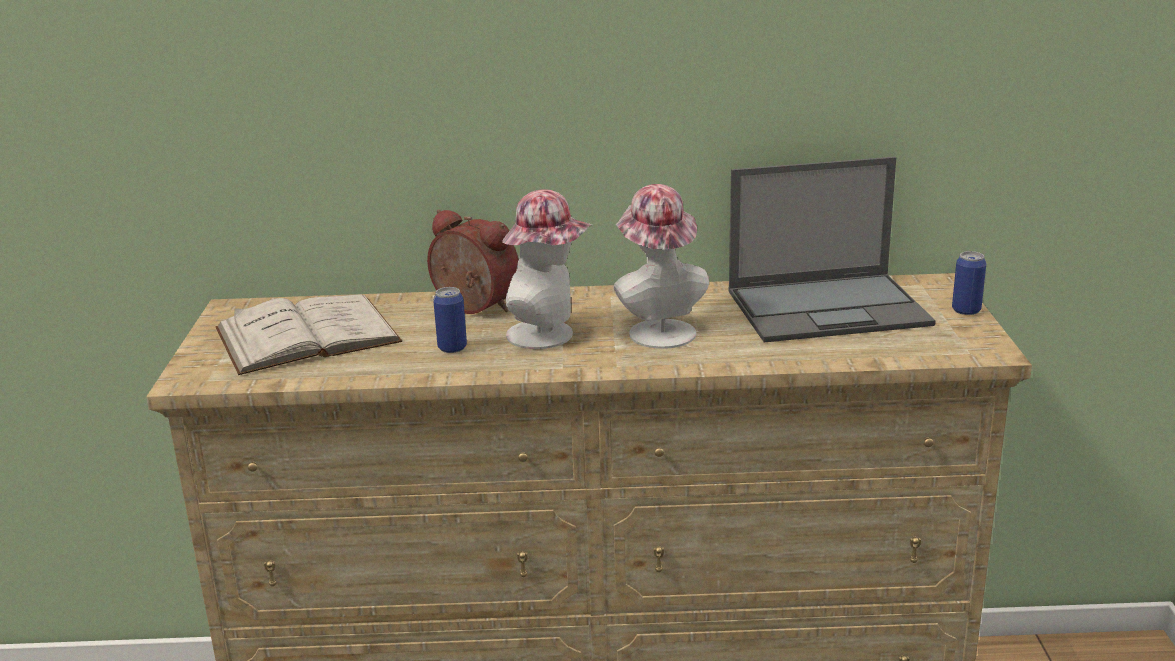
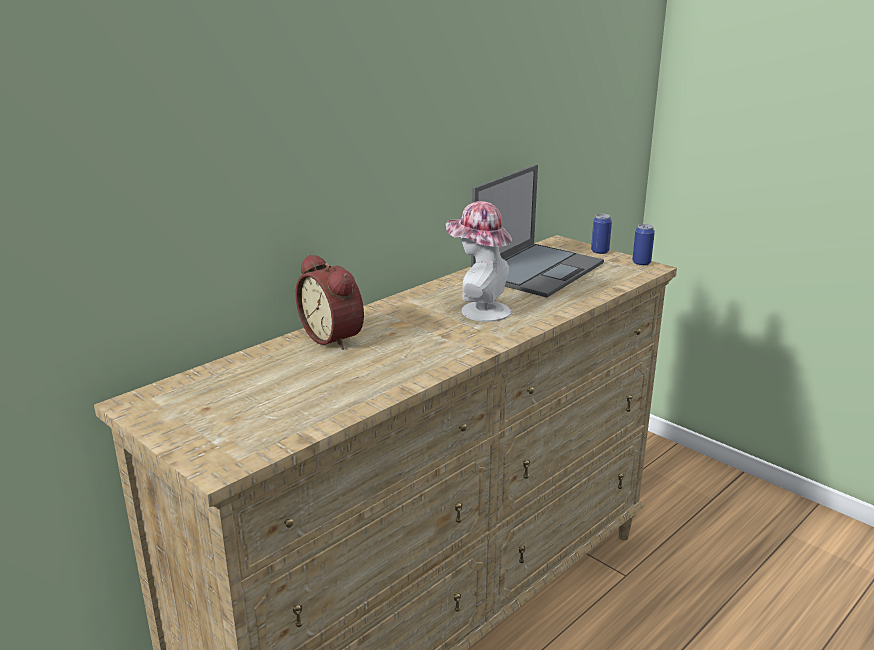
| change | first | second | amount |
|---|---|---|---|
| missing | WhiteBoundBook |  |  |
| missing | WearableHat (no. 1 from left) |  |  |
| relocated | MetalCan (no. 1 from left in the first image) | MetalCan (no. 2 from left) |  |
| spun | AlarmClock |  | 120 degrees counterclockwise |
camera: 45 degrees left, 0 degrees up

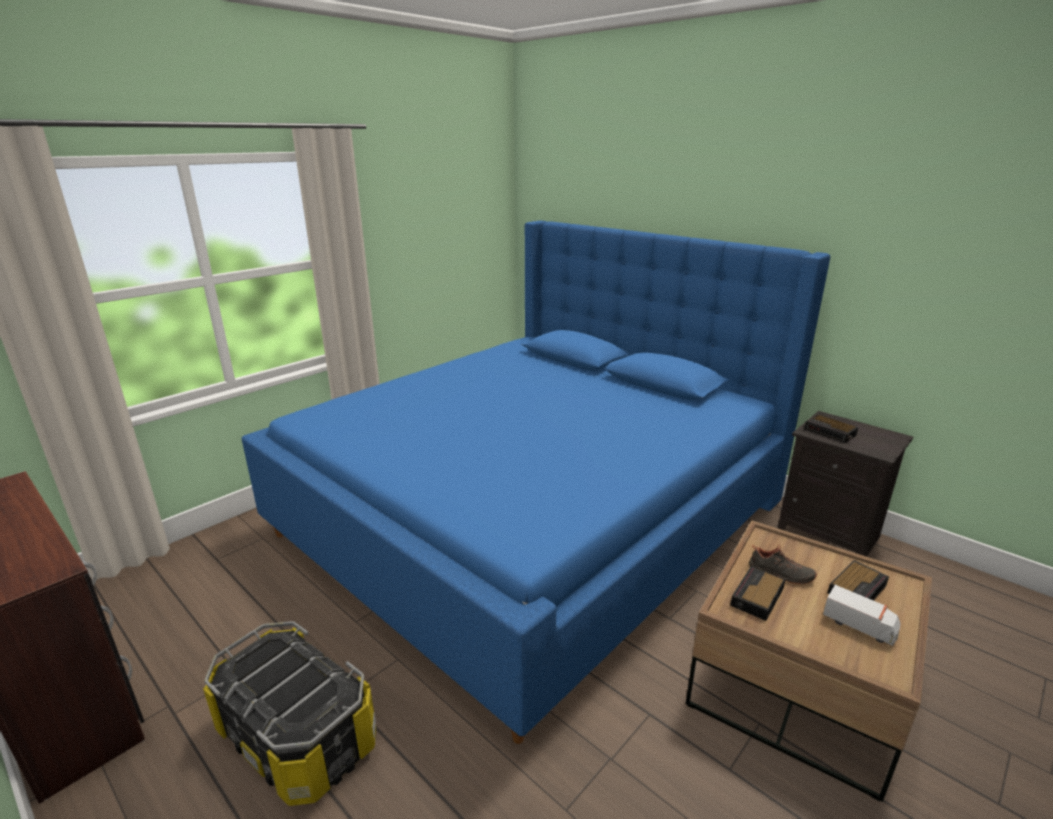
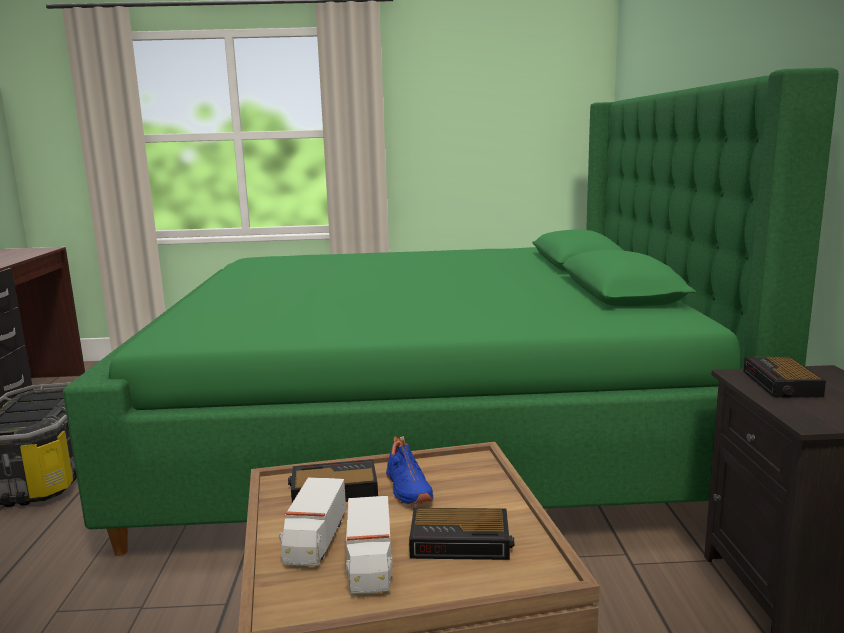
| change | first | second | amount |
|---|---|---|---|
| appeared |  | ModelTruck (no. 1 from left) |  |
| colour | BlueColouredSleepingBed | GreenSleepingBed |  |
| colour | BlackColouredShoe | BlueColouredShoe |  |
camera: 45 degrees right, 10 degrees down

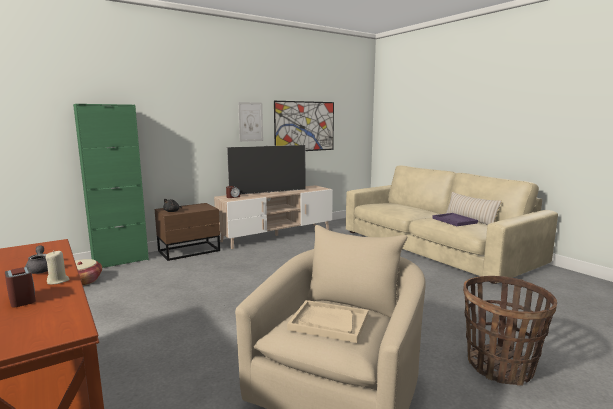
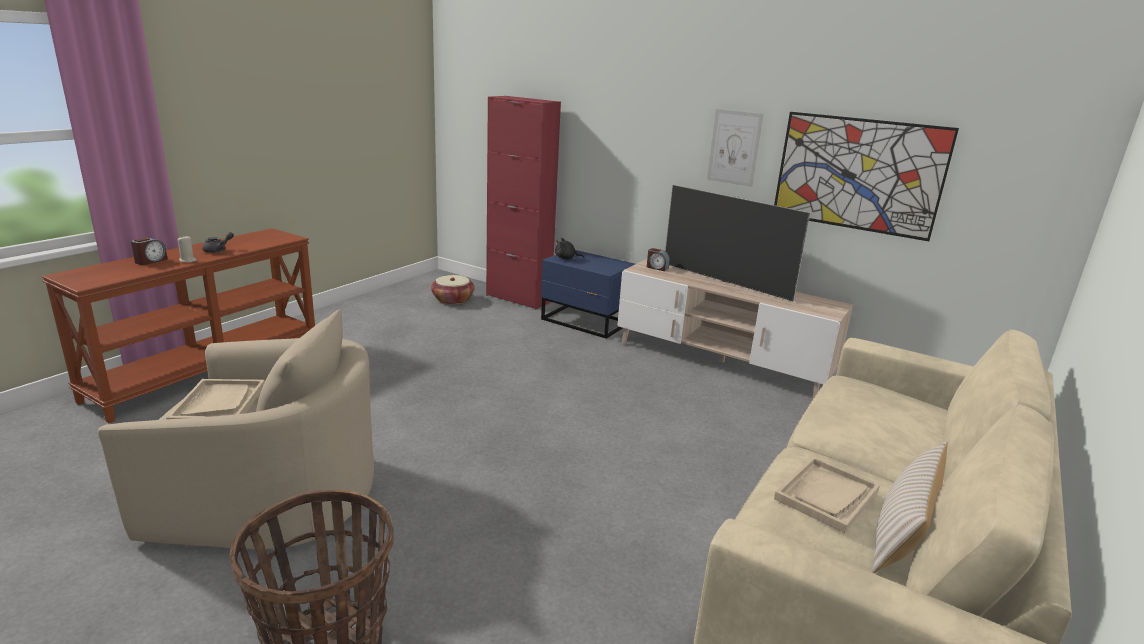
| change | first | second | amount |
|---|---|---|---|
| colour | GreenCabinet | RedColouredCabinet |  |
| colour | BrownColouredNightstand | BlueColouredNightstand |  |
| colour | PurplishTray | BeigeTray (no. 2 from left) |  |
camera: 65 degrees right, 10 degrees up

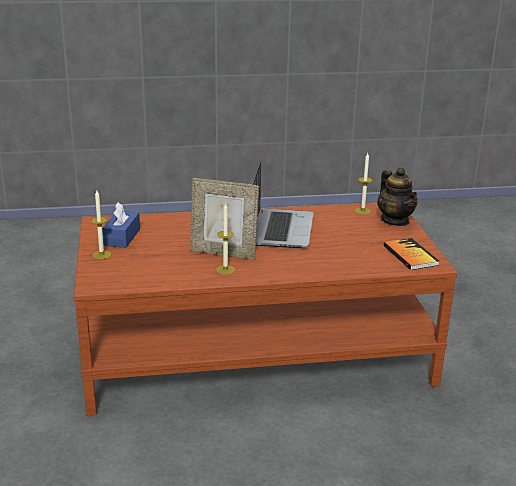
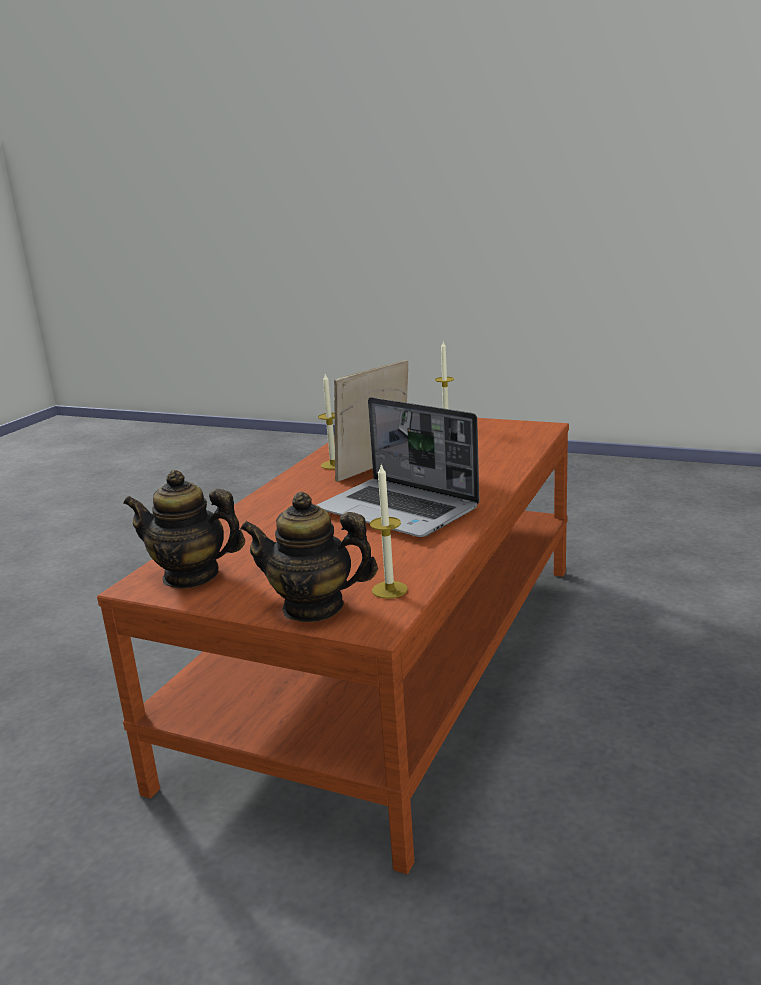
| change | first | second | amount |
|---|---|---|---|
| missing | BlueColouredTissueHolder |  |  |
| exchanged | BoundBook | PotForTea (no. 1 from left) |  |
camera: 125 degrees right, 5 degrees down

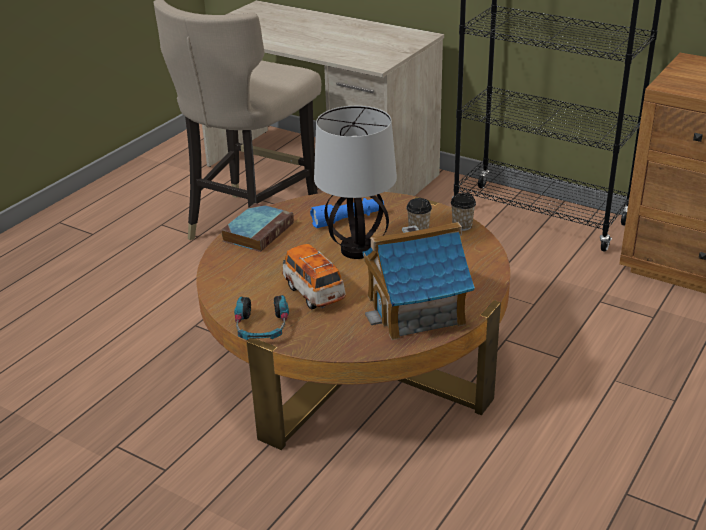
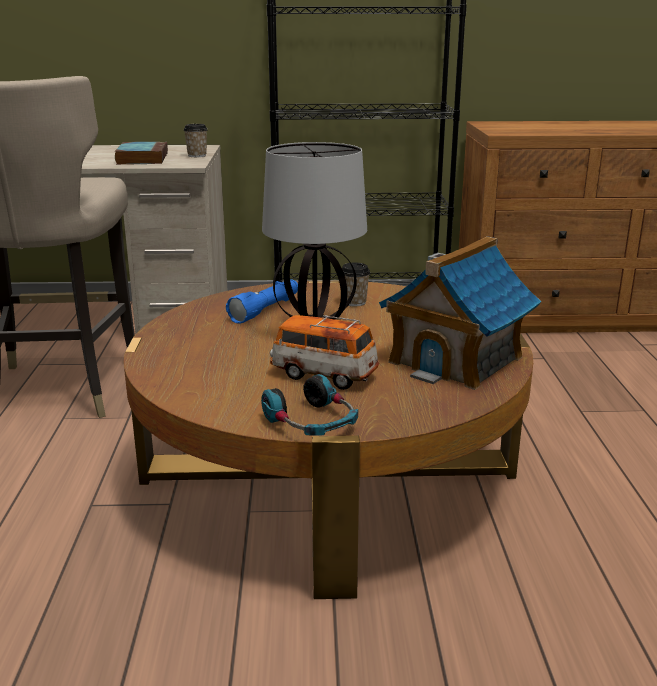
| change | first | second | amount |
|---|---|---|---|
| relocated | BoundBook |  |  |
| relocated | SmallCup (no. 2 from left in the first image) | SmallCup (no. 1 from left) |  |
camera: 35 degrees left, 10 degrees down

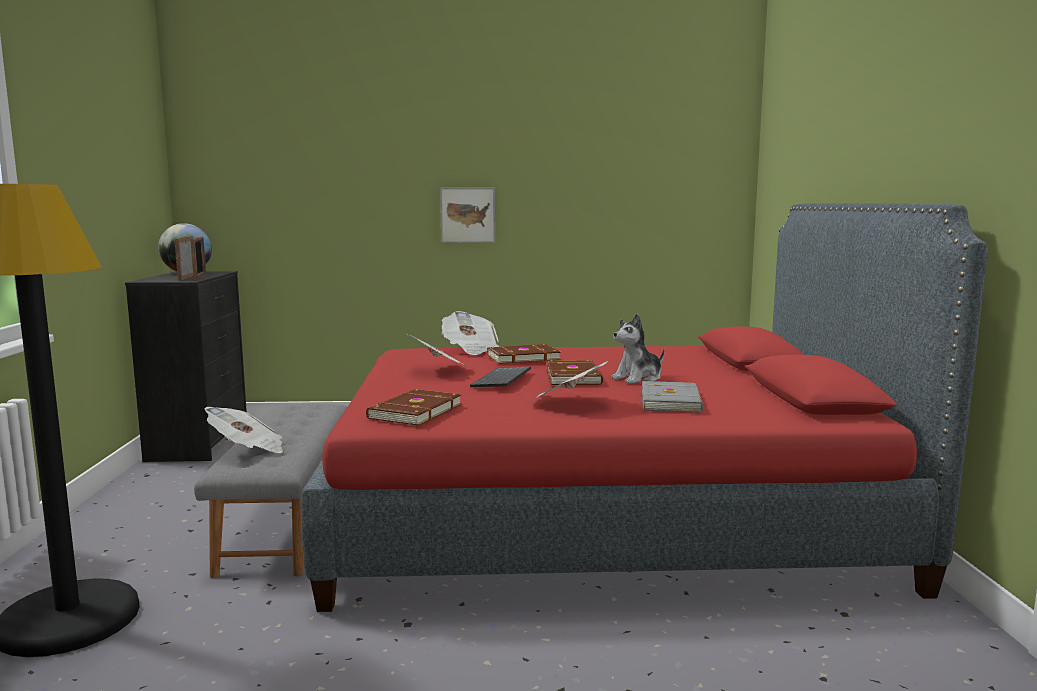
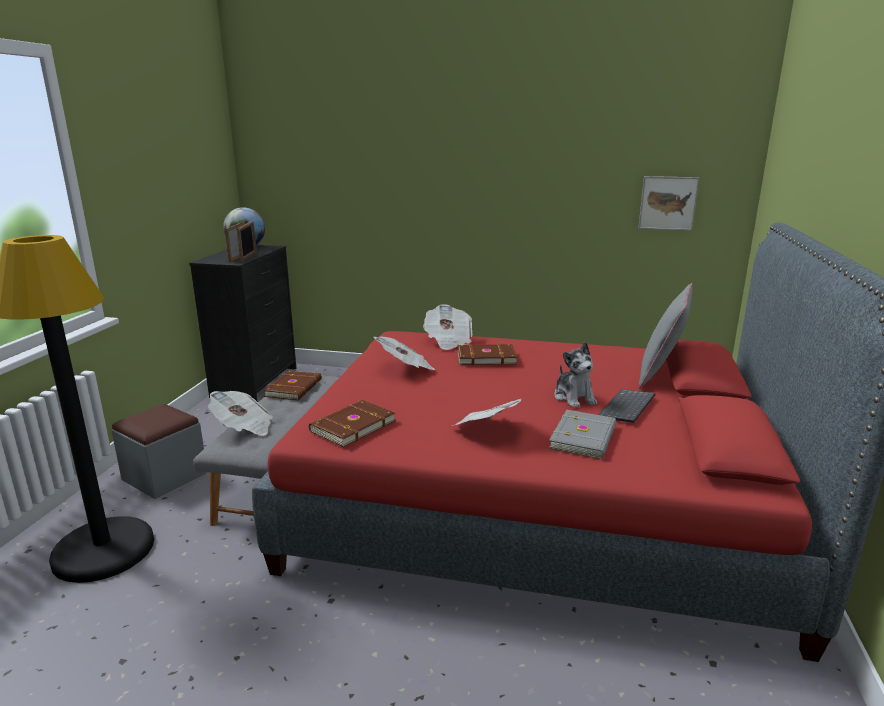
| change | first | second | amount |
|---|---|---|---|
| appeared |  | GreyFootrest |  |
| appeared |  | GreyPillow |  |
| relocated | Picture |  |  |
| relocated | ComputerKeyboard |  |  |
| relocated | BrownColouredBoundBook (no. 3 from left in the first image) | BrownColouredBoundBook (no. 1 from left) |  |
| spun | PlushToy |  | 90 degrees counterclockwise |
camera: 15 degrees right, 10 degrees up

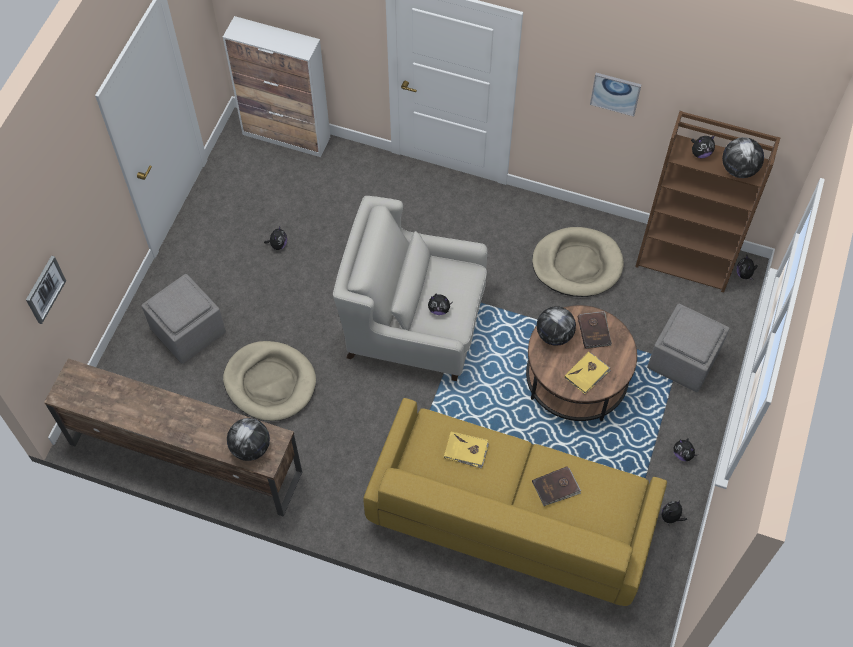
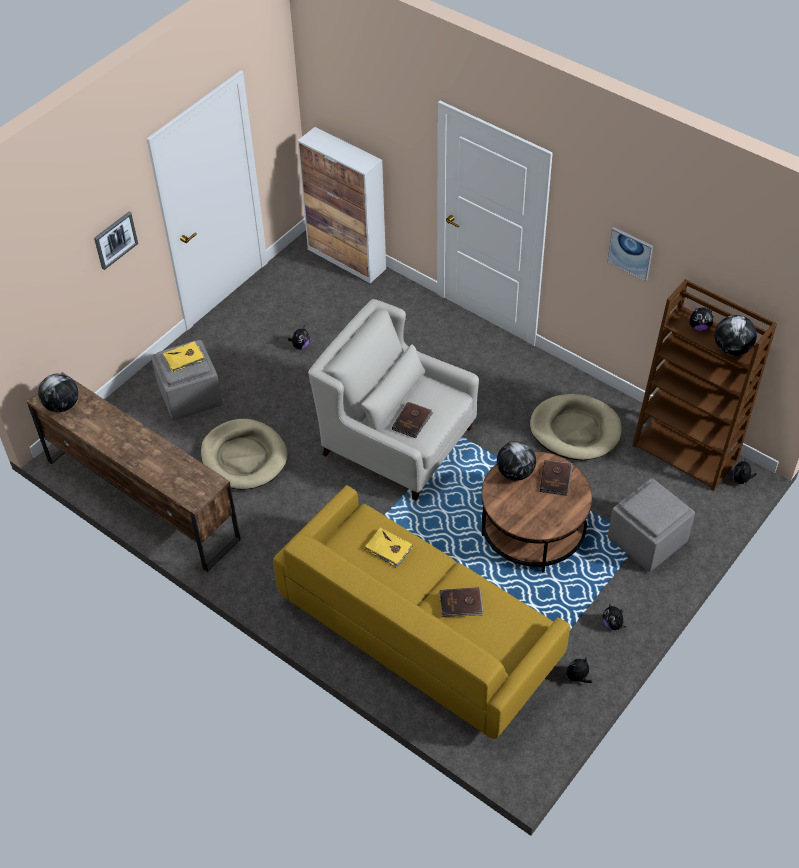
| change | first | second | amount |
|---|---|---|---|
| relocated | Picture (no. 1 from left) |  |  |
| relocated | DeskGlobe (no. 1 from left) |  |  |
| relocated | YellowishBoundBook (no. 2 from left in the first image) | YellowishBoundBook (no. 1 from left) |  |
| exchanged | PlushToy (no. 2 from left) | BrownColouredBoundBook (no. 1 from left) |  |
camera: 20 degrees right, 10 degrees down

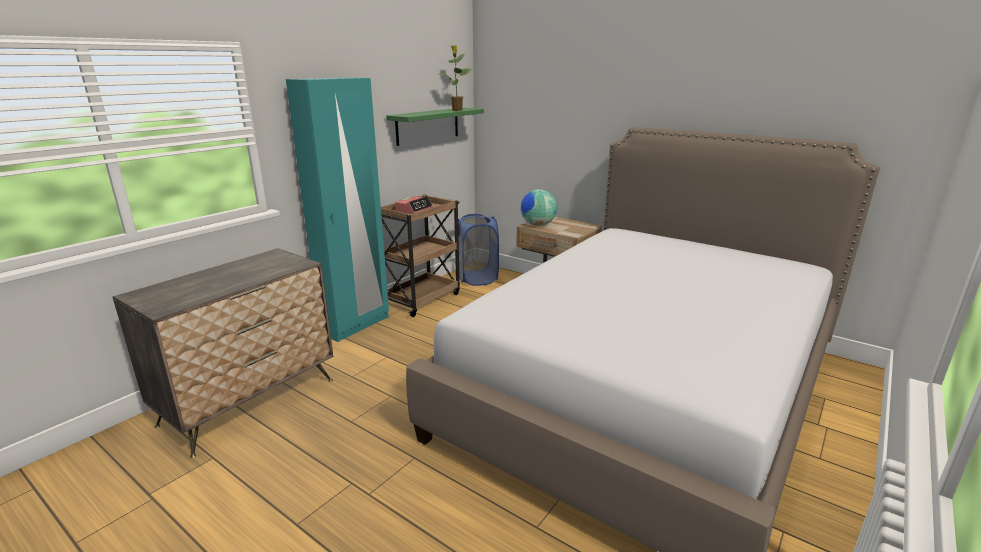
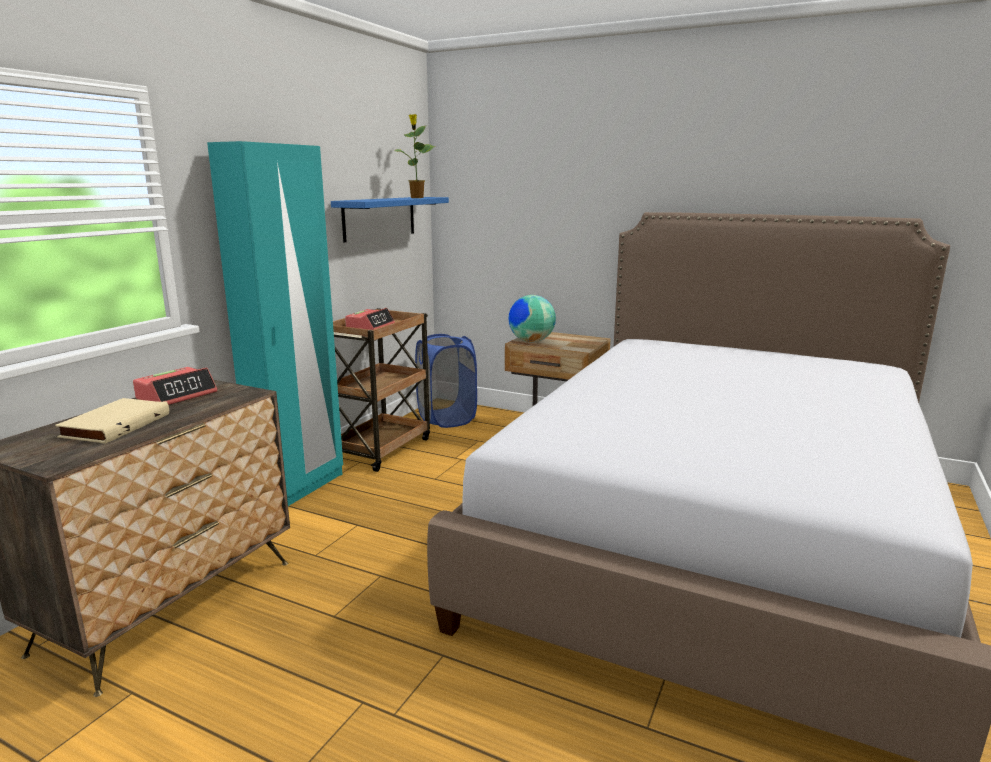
| change | first | second | amount |
|---|---|---|---|
| appeared |  | BeigeBoundBook |  |
| appeared |  | AlarmClock (no. 1 from left) |  |
| colour | GreenWallShelf | BlueColouredWallShelf |  |
camera: 10 degrees left, 5 degrees down

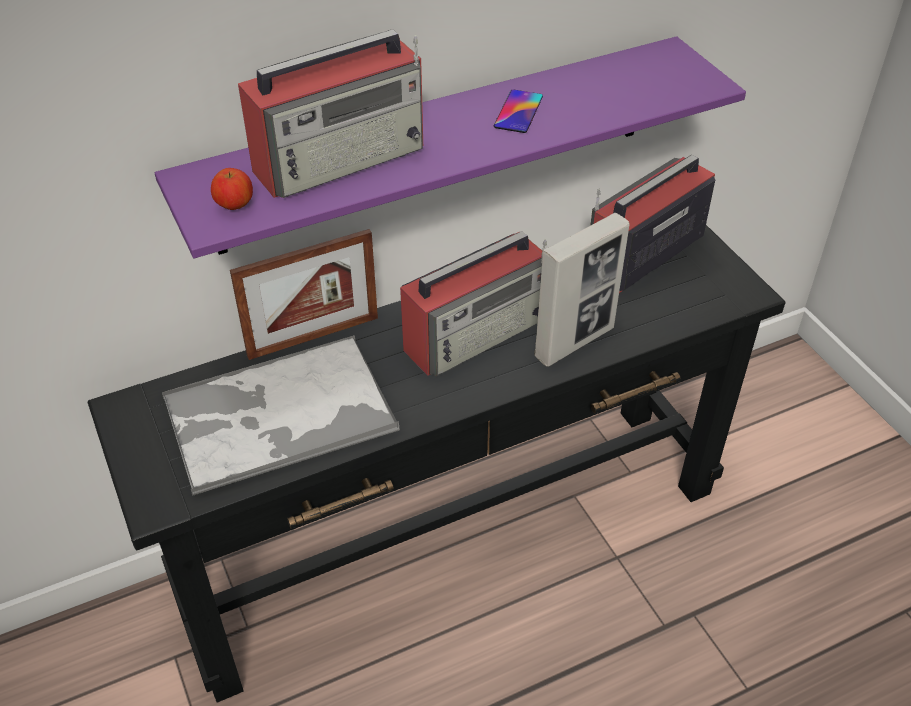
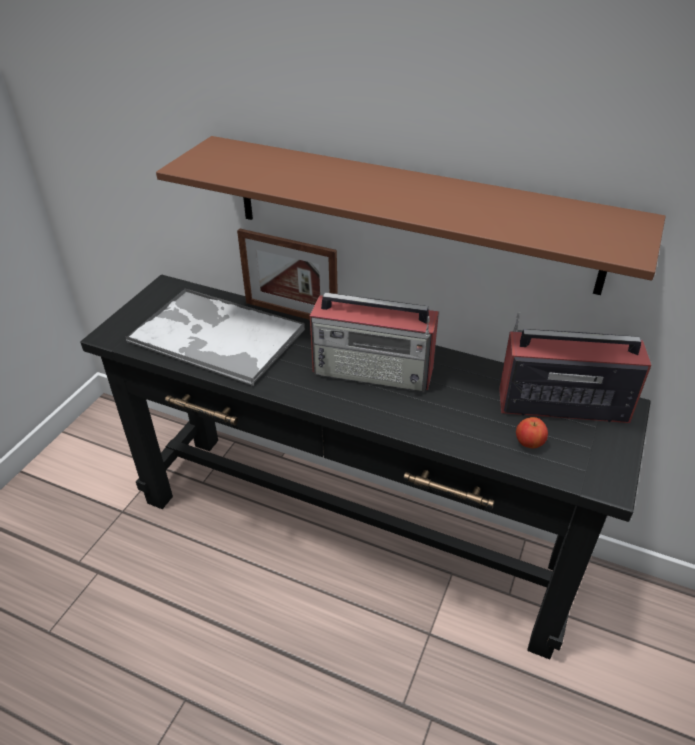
| change | first | second | amount |
|---|---|---|---|
| missing | Radio (no. 1 from left) |  |  |
| missing | Telephone |  |  |
| missing | StandingFrame (no. 2 from left) |  |  |
| relocated | Apple |  |  |
| colour | PurplishWallShelf | BrownColouredWallShelf |  |
camera: 50 degrees right, 5 degrees down

